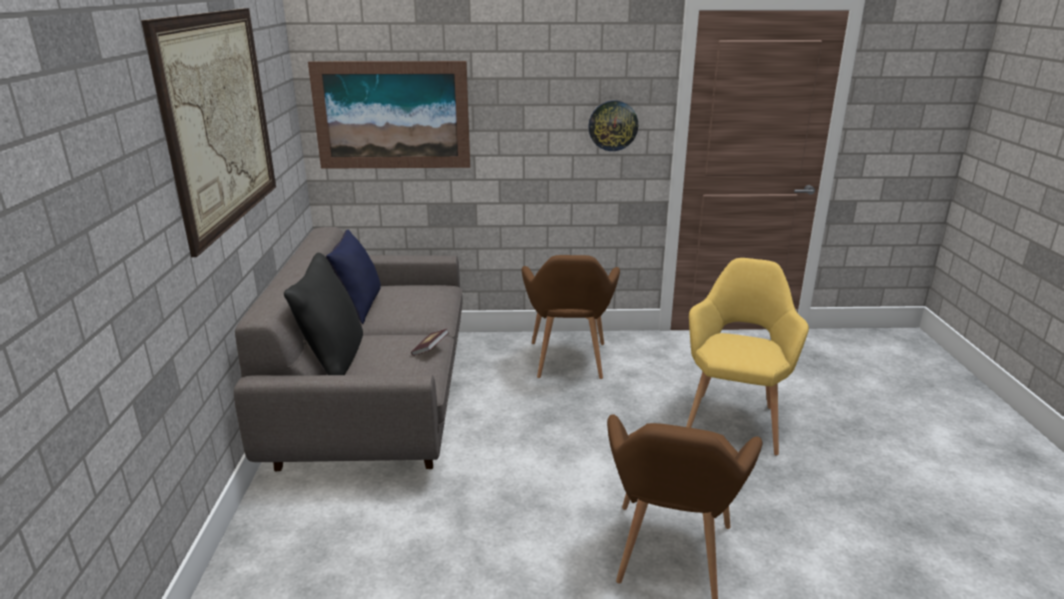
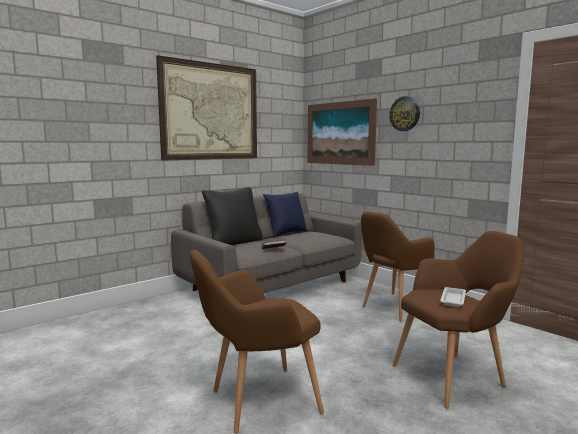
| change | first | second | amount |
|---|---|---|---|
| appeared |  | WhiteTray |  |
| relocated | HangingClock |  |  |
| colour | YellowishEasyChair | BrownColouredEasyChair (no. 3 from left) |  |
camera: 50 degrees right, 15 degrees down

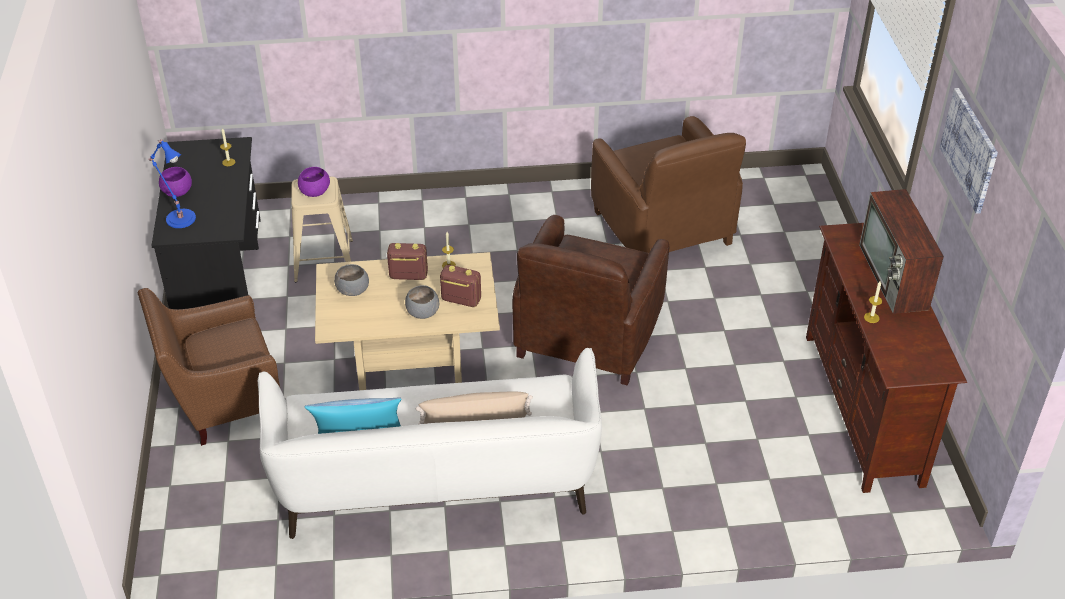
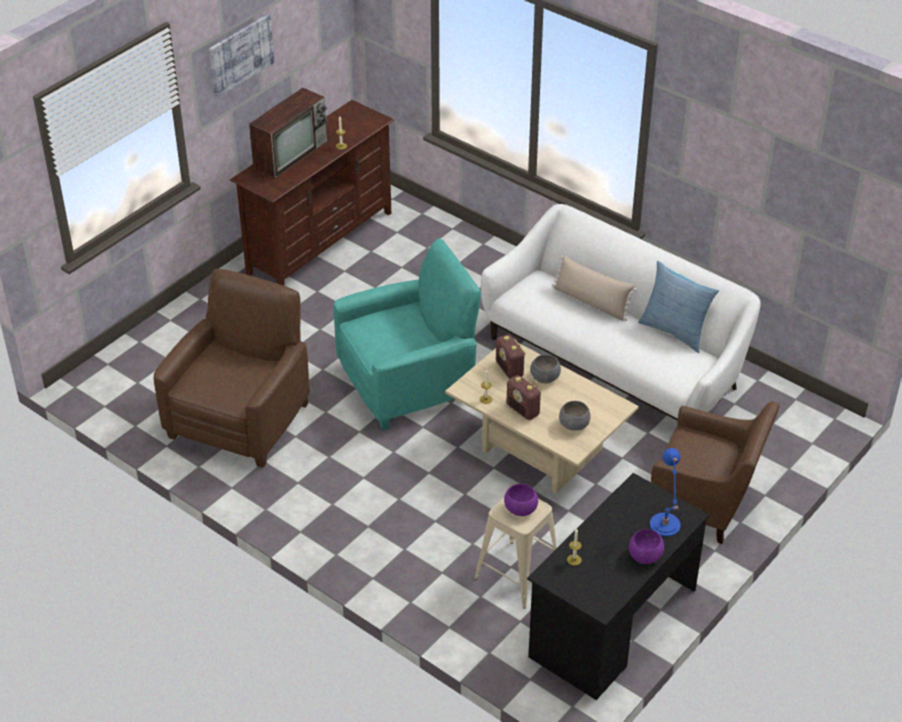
| change | first | second | amount |
|---|---|---|---|
| colour | BrownColouredEasyChair (no. 2 from left) | TurquoiseEasyChair |  |
camera: 135 degrees left, 0 degrees up

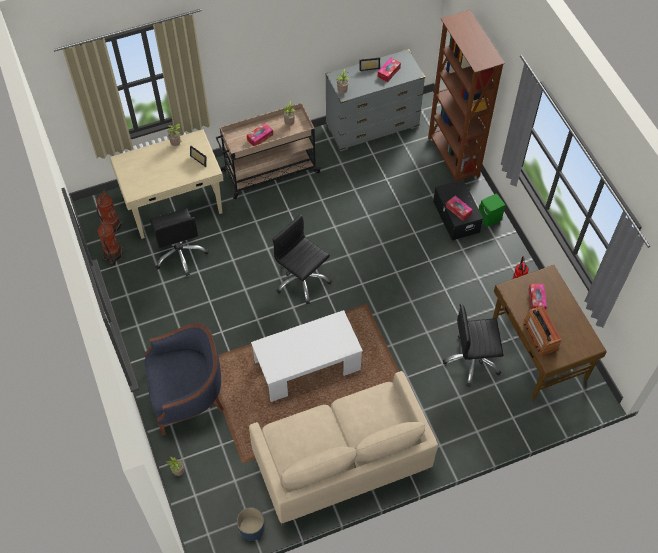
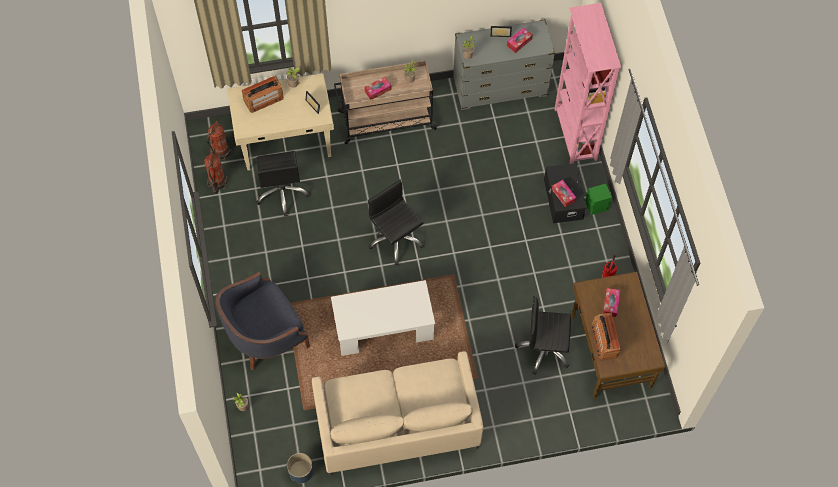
| change | first | second | amount |
|---|---|---|---|
| appeared |  | Radio (no. 1 from left) |  |
| colour | BrownColouredShelvingUnit | PinkShelvingUnit |  |
| spun | BlueColouredEasyChair |  | 150 degrees clockwise |
camera: 10 degrees right, 5 degrees up

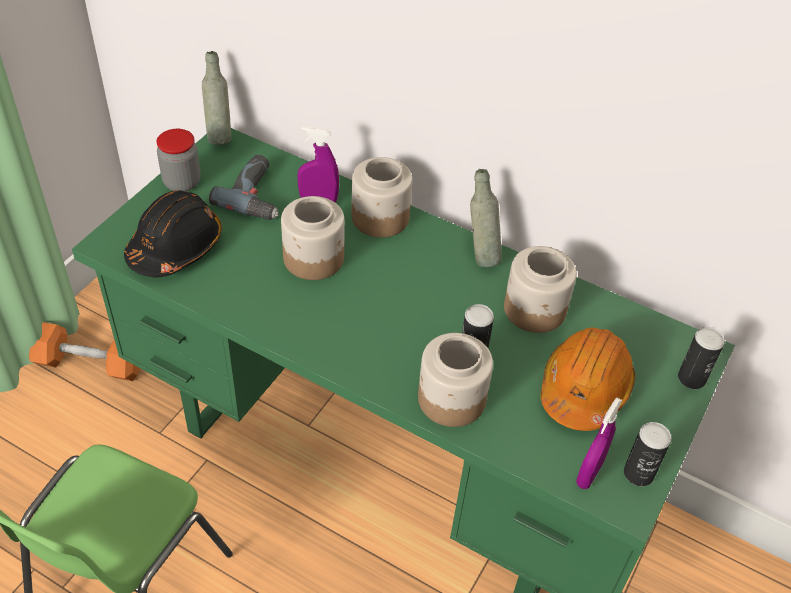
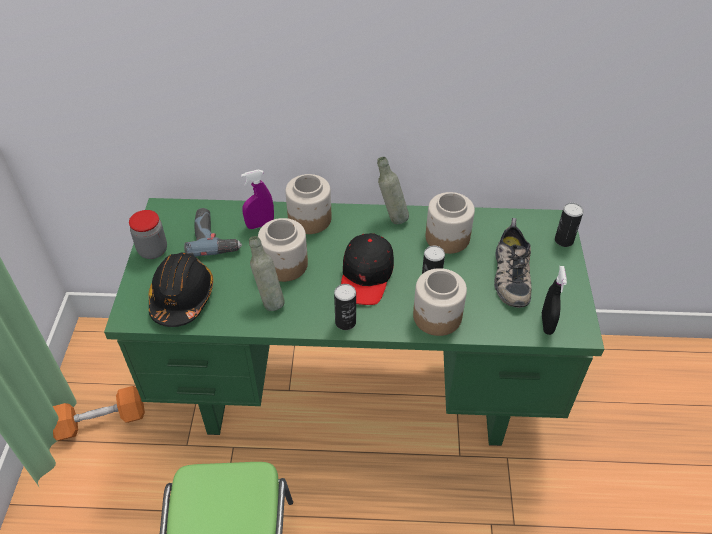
| change | first | second | amount |
|---|---|---|---|
| appeared |  | BlackColouredPeakedCap |  |
| relocated | GreyBottle (no. 1 from left) |  |  |
| relocated | MetalCan (no. 2 from left in the first image) | MetalCan (no. 1 from left) |  |
| exchanged | OrangeHardHat | Shoe |  |
| colour | PurplishSprayer (no. 2 from left) | BlackColouredSprayer |  |
camera: 25 degrees left, 0 degrees up

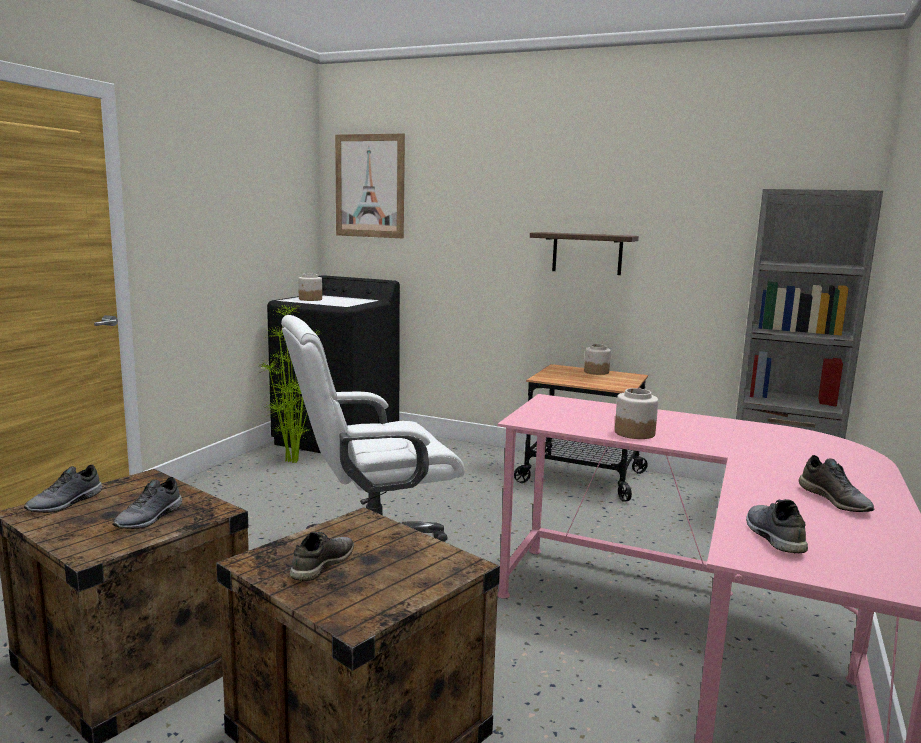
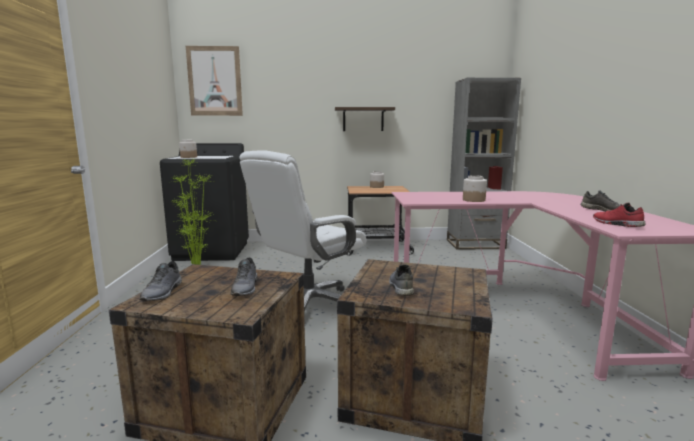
| change | first | second | amount |
|---|---|---|---|
| colour | GreyShoe (no. 4 from left) | RedColouredShoe |  |
camera: 25 degrees left, 0 degrees up

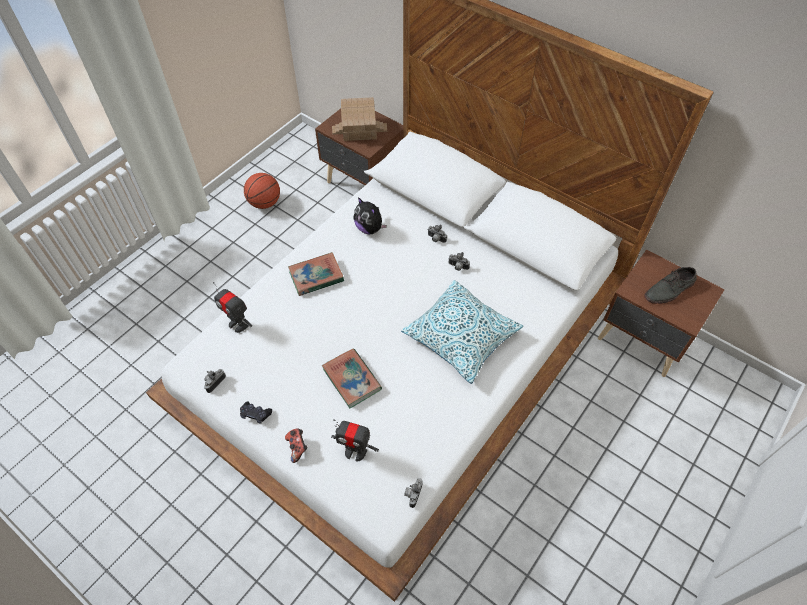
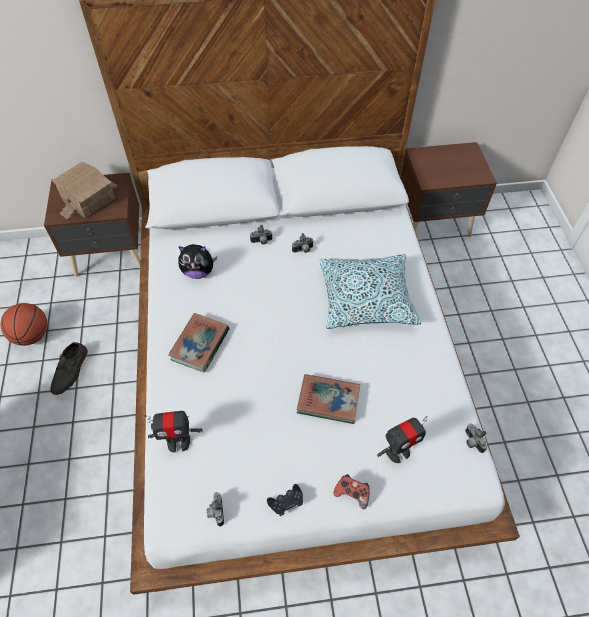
| change | first | second | amount |
|---|---|---|---|
| relocated | GreyShoe |  |  |
camera: 45 degrees left, 0 degrees up

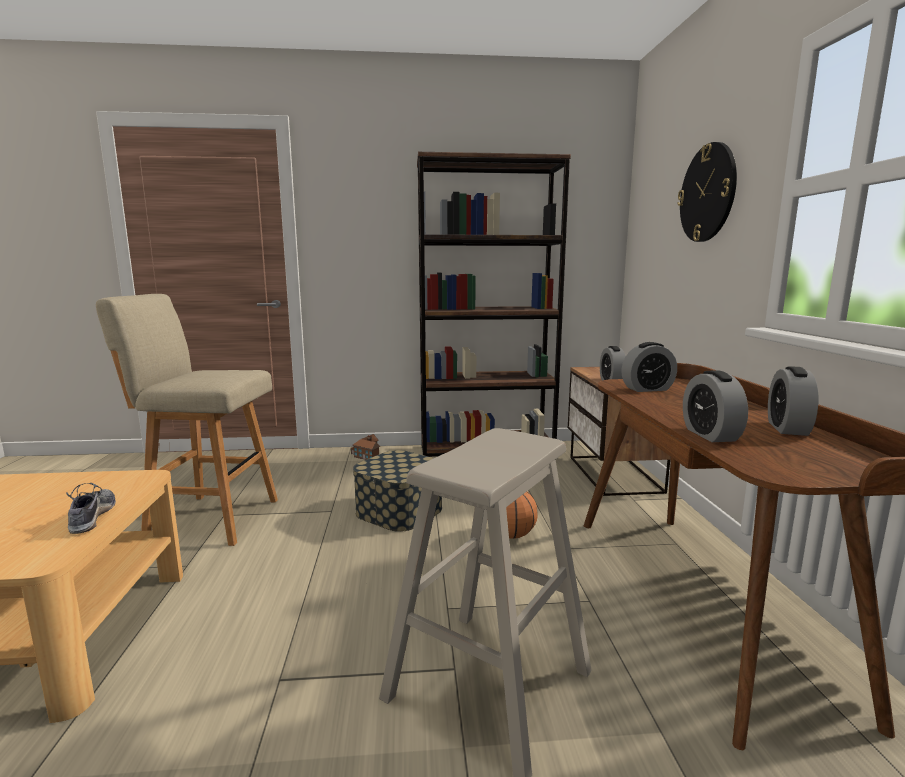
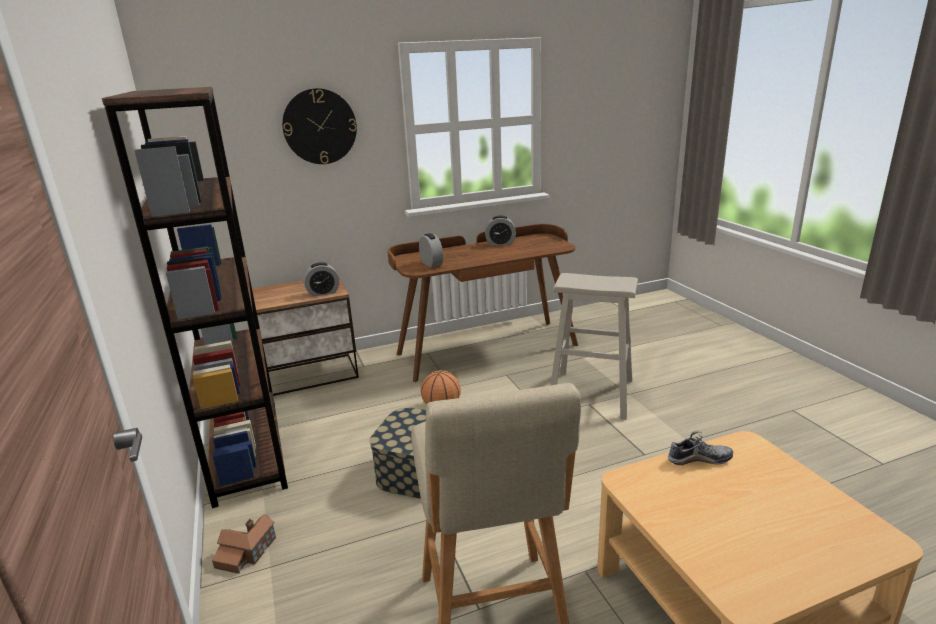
| change | first | second | amount |
|---|---|---|---|
| missing | AlarmClock (no. 3 from left) |  |  |
| spun | Shoe |  | 150 degrees counterclockwise |
camera: 105 degrees left, 10 degrees up

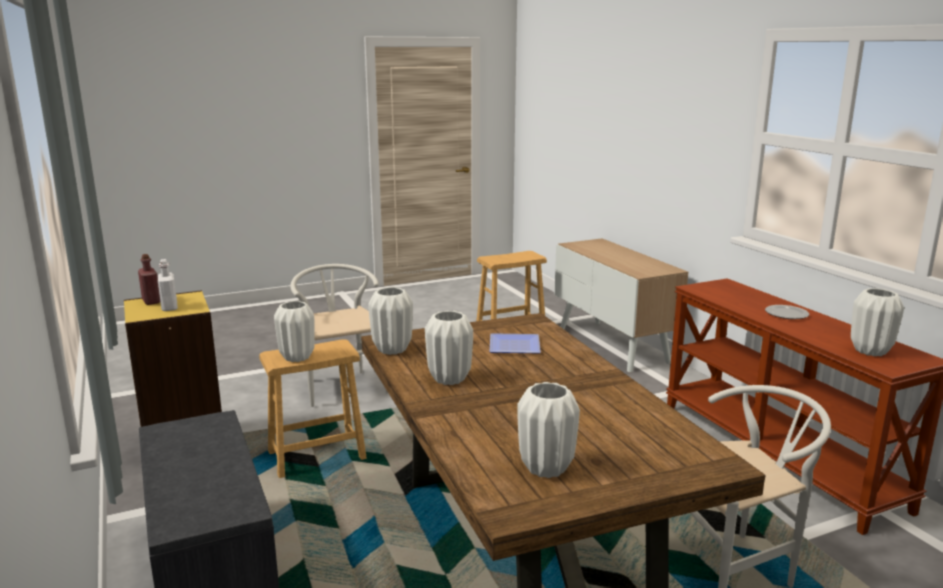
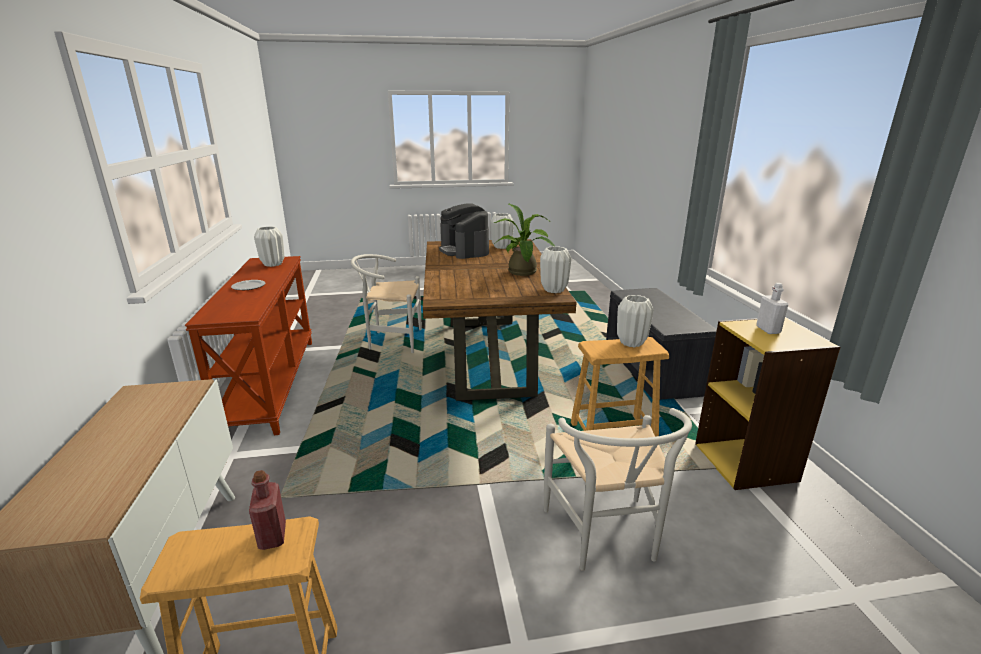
| change | first | second | amount |
|---|---|---|---|
| missing | DinnerPlate (no. 1 from left) |  |  |
| appeared |  | CoffeeMaker |  |
| relocated | RedColouredBottle |  |  |
| exchanged | WhiteVase (no. 3 from left) | PottedPlant |  |
camera: 165 degrees left, 5 degrees up

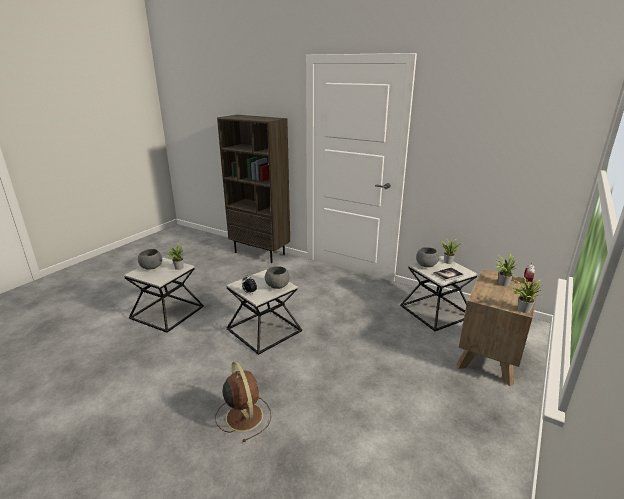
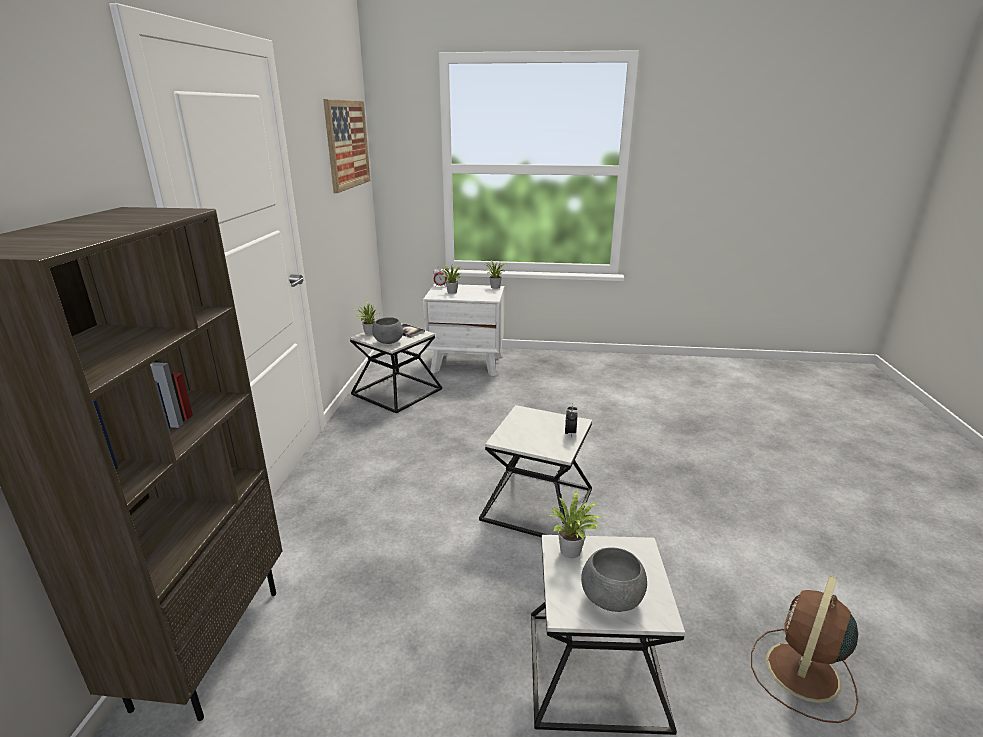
| change | first | second | amount |
|---|---|---|---|
| missing | GreyServingBowl (no. 2 from left) |  |  |
| appeared |  | Picture |  |
| relocated | BrownColouredElectricFan |  |  |
| colour | BrownColouredNightstand | WhiteNightstand |  |
camera: 115 degrees left, 0 degrees up

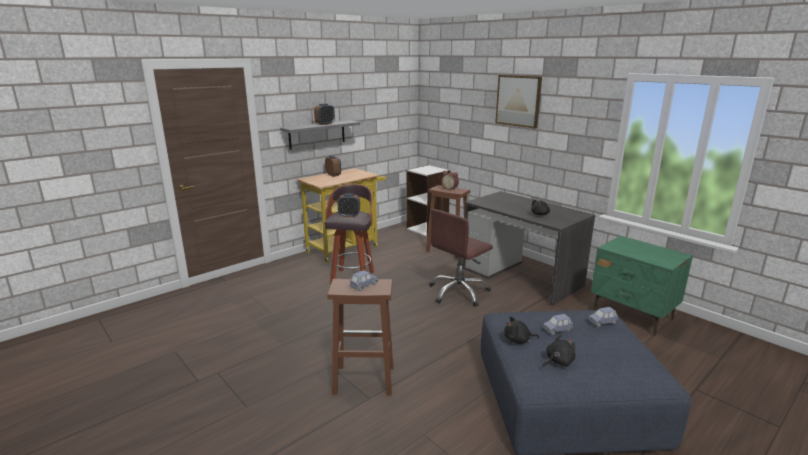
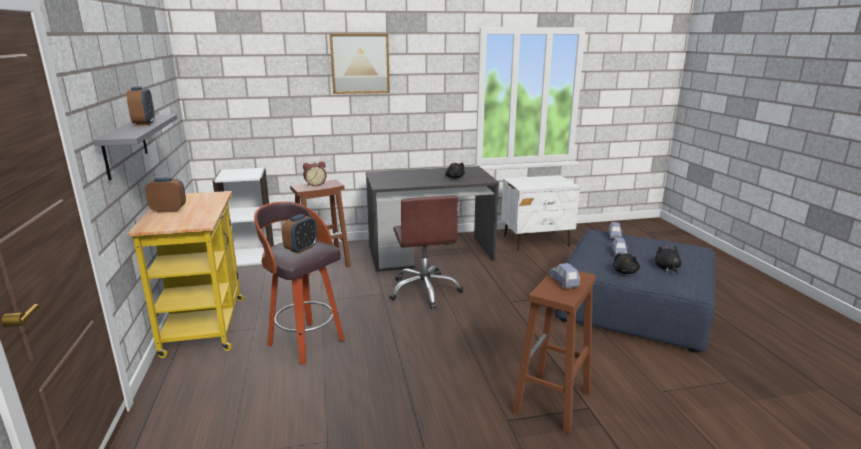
| change | first | second | amount |
|---|---|---|---|
| colour | GreenNightstand | WhiteNightstand |  |
camera: 60 degrees left, 0 degrees up

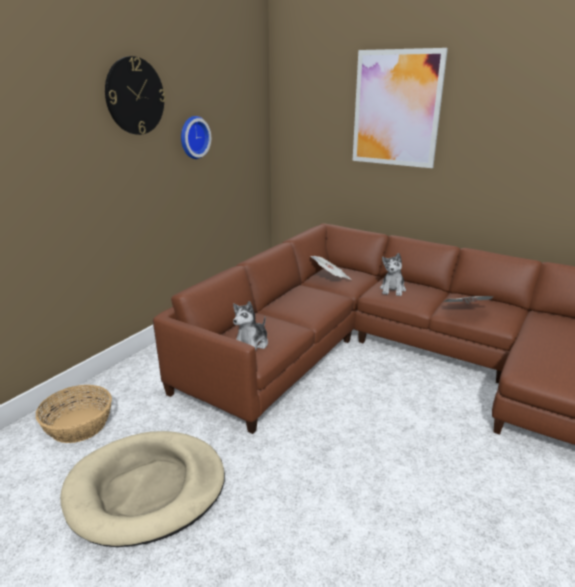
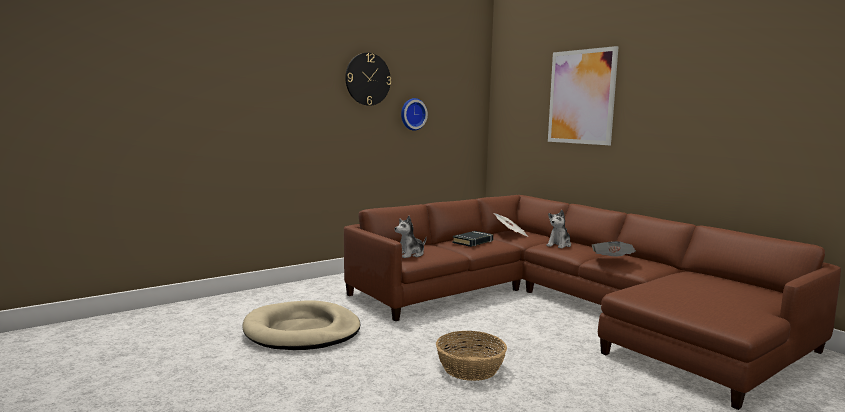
| change | first | second | amount |
|---|---|---|---|
| appeared |  | BlackColouredBoundBook |  |
| relocated | Basket |  |  |
camera: 20 degrees right, 15 degrees down

